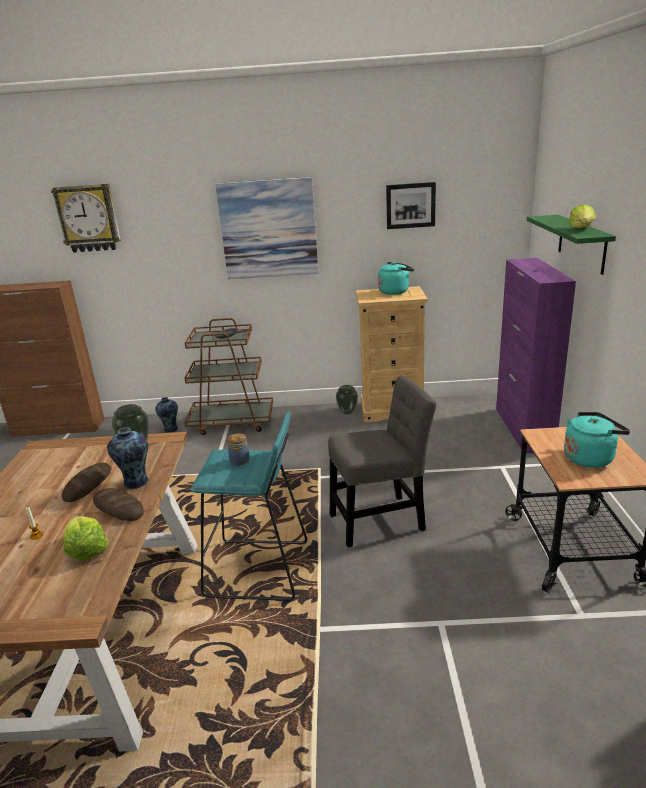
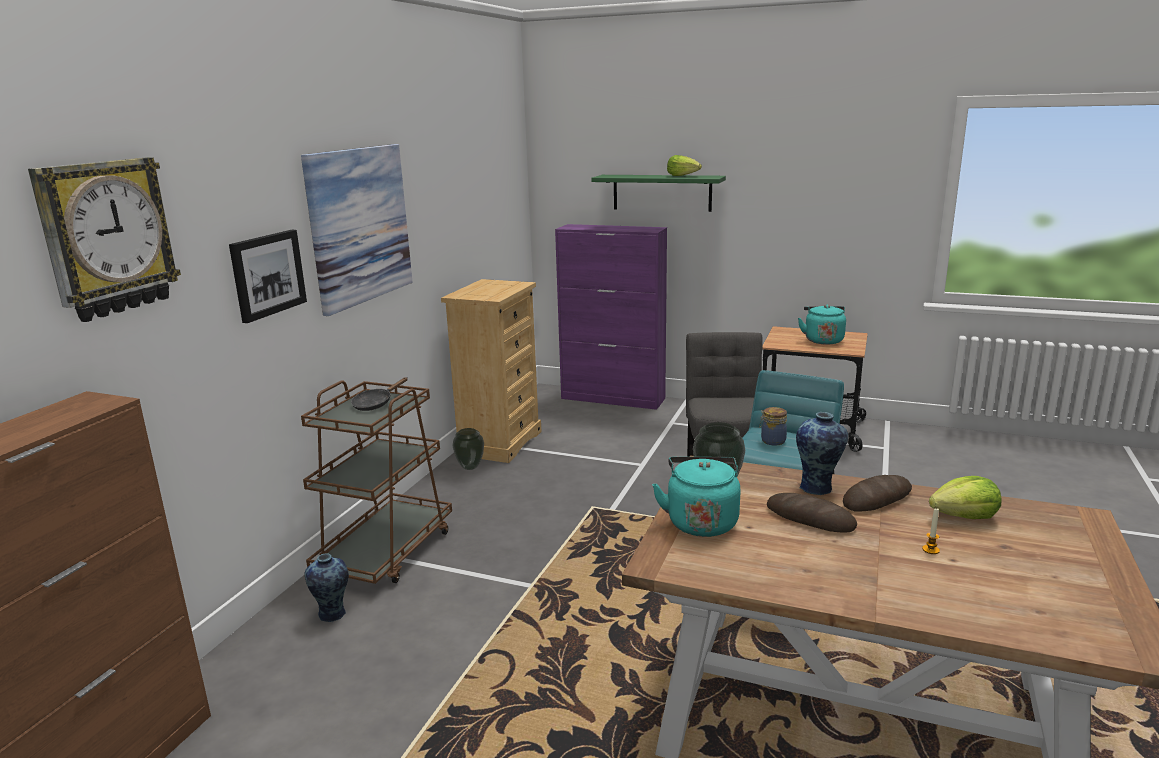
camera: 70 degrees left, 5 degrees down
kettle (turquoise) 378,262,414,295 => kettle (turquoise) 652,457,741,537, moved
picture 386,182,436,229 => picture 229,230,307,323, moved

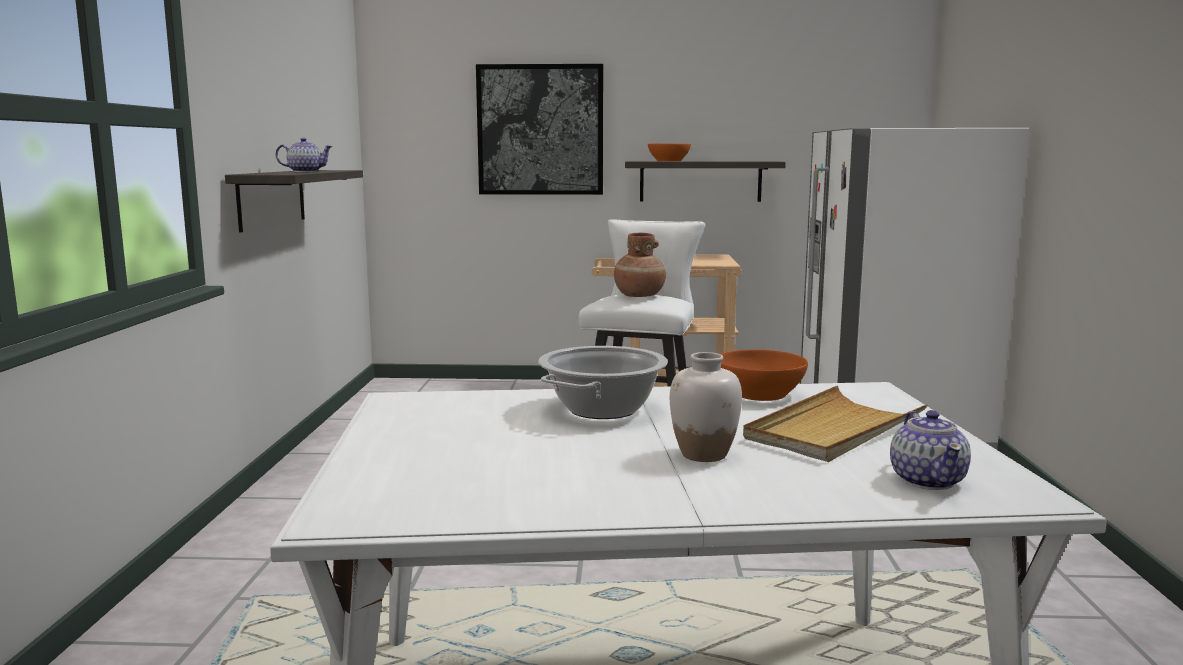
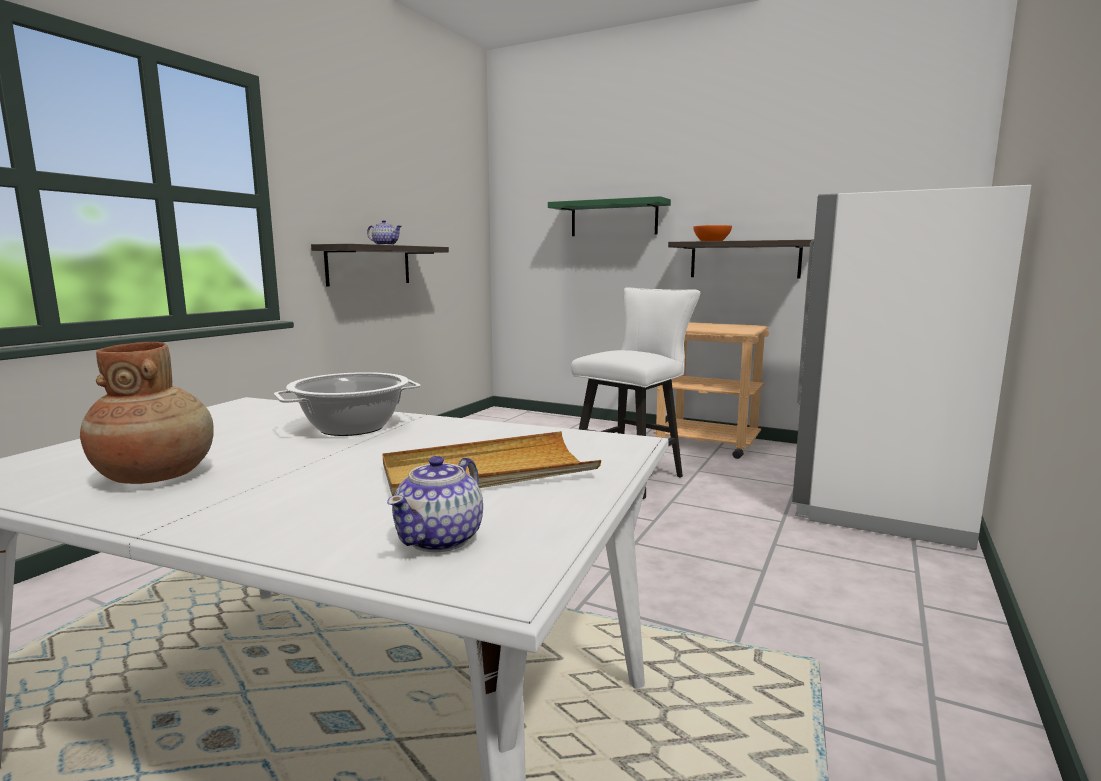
camera: 25 degrees right, 0 degrees up
picture 476,64,603,195 => shelf (green) 548,196,671,236
vase (brown) 614,233,666,297 => vase (brown) 80,342,214,484, moved
vase (white) 670,352,742,462 => nothing
bowl (orange) 721,349,808,401 => nothing

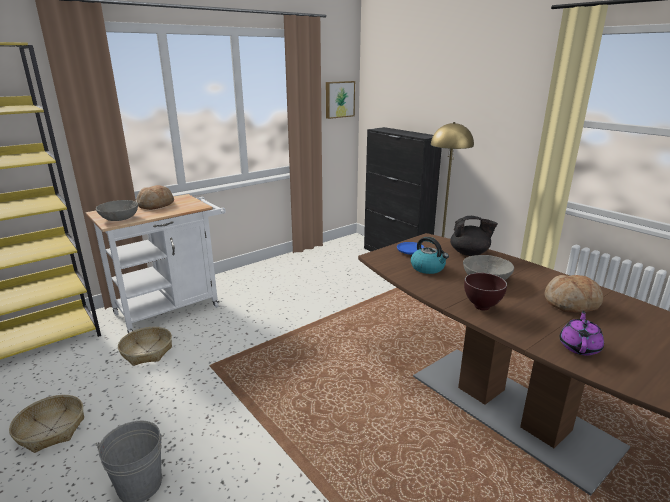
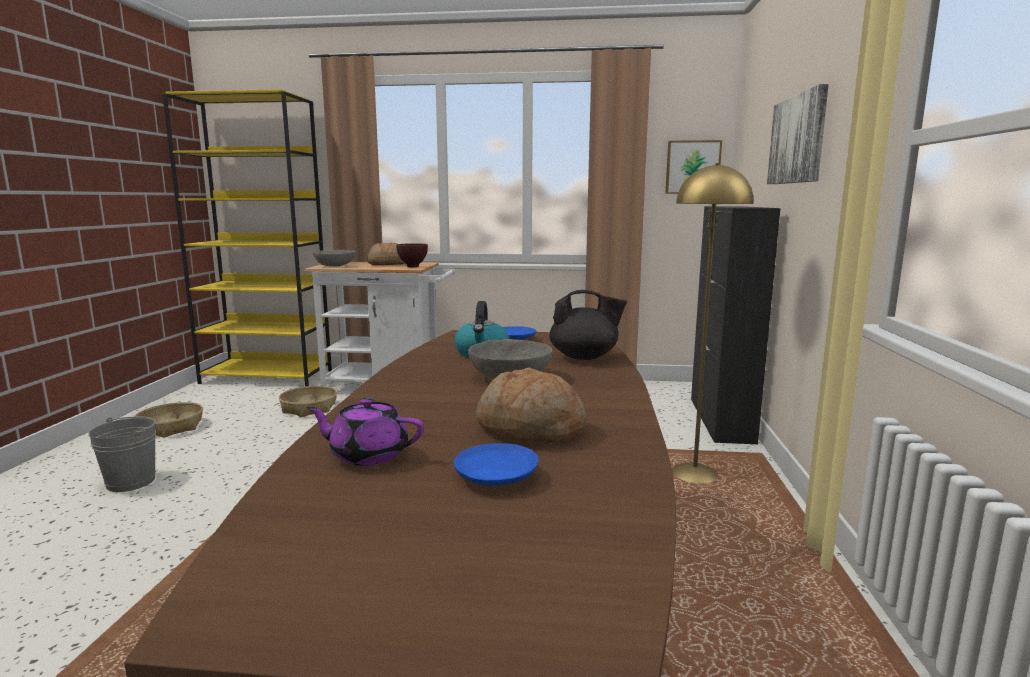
camera: 45 degrees right, 10 degrees down
teapot (black) 450,216,498,256 => teapot (black) 549,290,627,360, 45 degrees counterclockwise
bowl (brown) 464,273,507,310 => bowl (brown) 396,243,428,267, moved
teapot (purple) 560,311,604,355 => teapot (purple) 306,398,424,466, 150 degrees counterclockwise
nothing => plate (blue) 454,443,539,486
nothing => picture 767,84,829,184

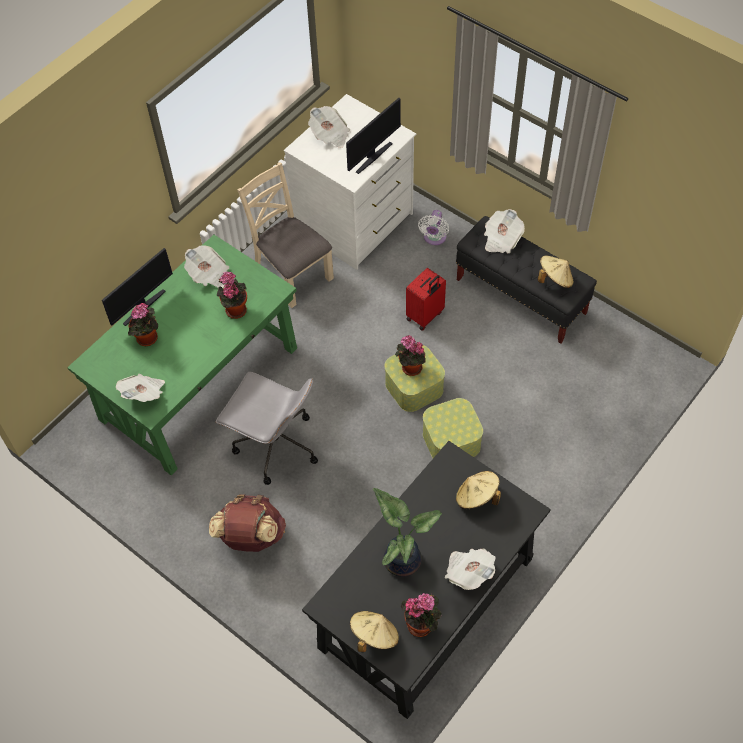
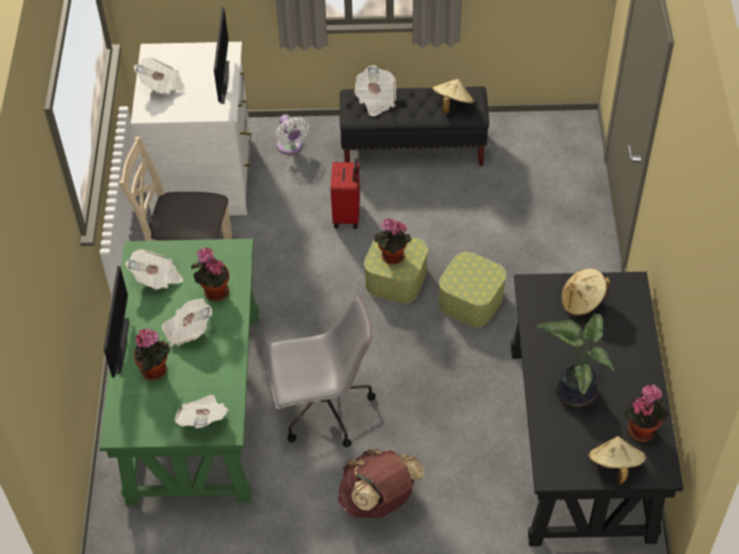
camera: 40 degrees left, 5 degrees down
newspaper 445,549,496,590 => newspaper 161,298,212,347, moved

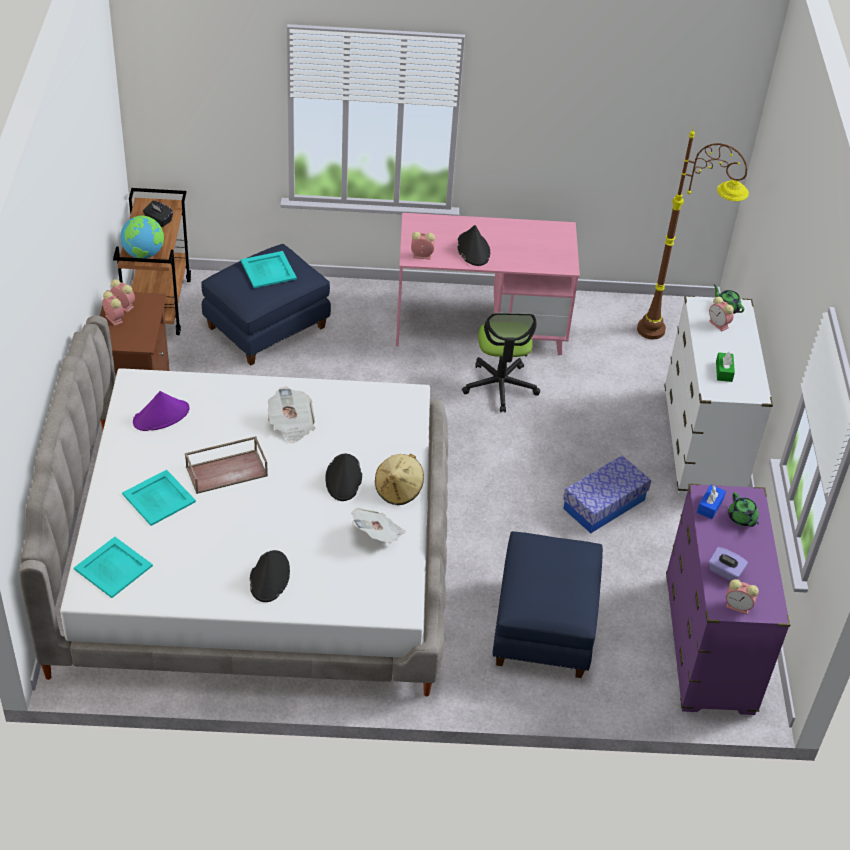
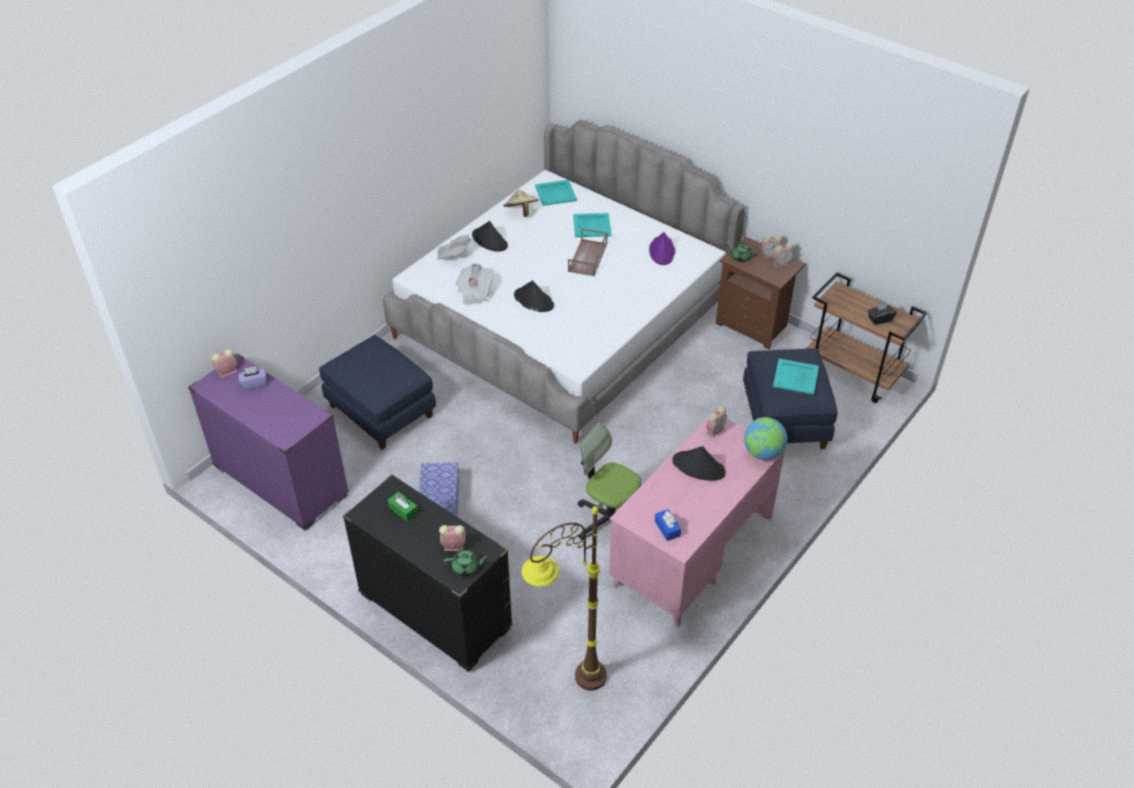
camera: 130 degrees right, 0 degrees up
globe 120,215,164,259 => globe 744,417,787,460, moved
newspaper 268,387,315,443 => newspaper 437,235,471,260, moved
hat (beige) 375,454,424,505 => hat (beige) 504,189,539,217, moved
dresser (white) 665,295,773,495 => dresser (black) 343,474,513,672
tissue box (blue) 697,485,726,519 => tissue box (blue) 655,509,681,541, moved
teapot (green) 728,492,759,527 => teapot (green) 725,243,758,262, moved

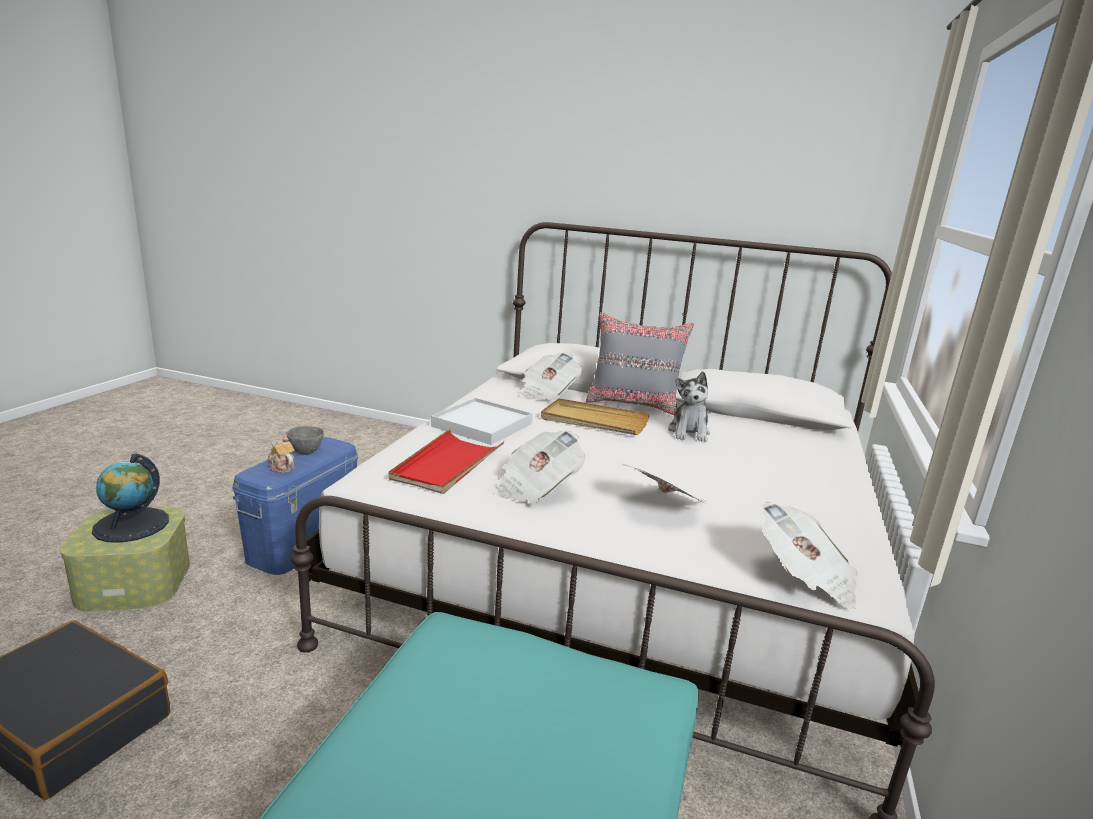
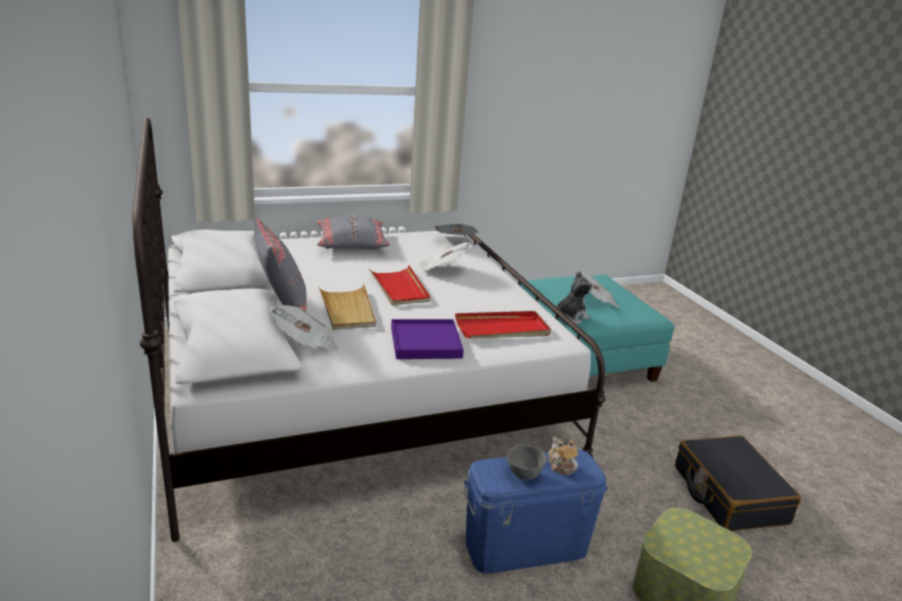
camera: 130 degrees left, 5 degrees up
globe 92,454,169,542 => nothing
teapot 268,436,295,473 => teapot 548,437,579,475, 150 degrees clockwise
tray (white) 431,398,533,445 => tray (purple) 391,319,464,359
newspaper 491,431,585,504 => newspaper 573,271,619,307, moved
plush toy 668,371,710,442 => plush toy 555,271,594,324, moved
nothing => pillow (grey) 316,216,390,249
nothing => tray (red) 369,265,431,305

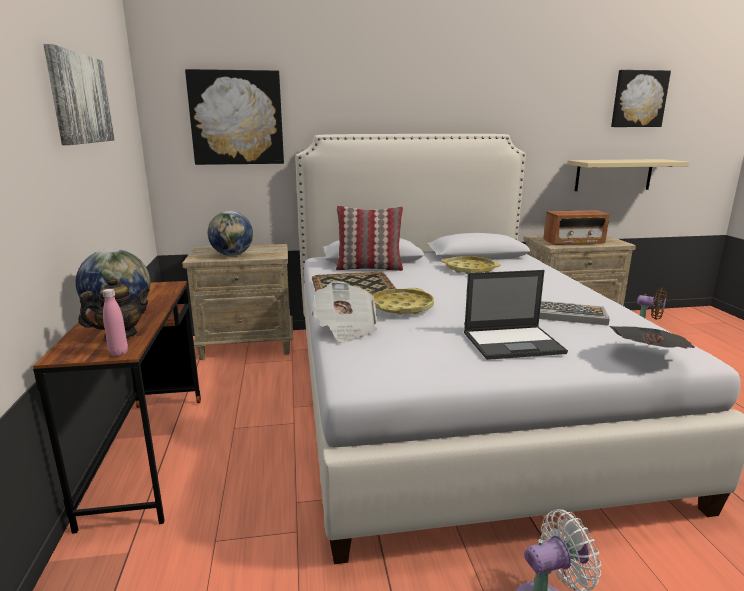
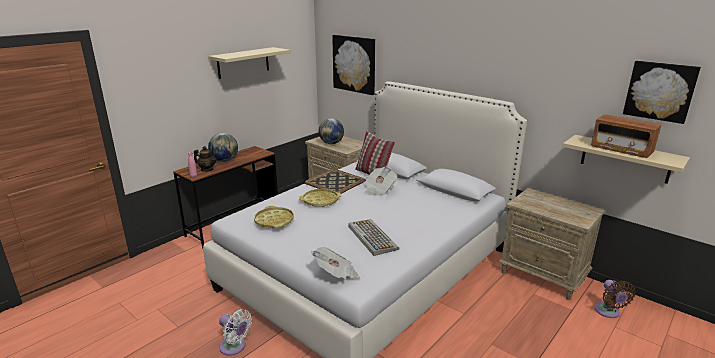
camera: 50 degrees right, 5 degrees up
picture 43,44,115,145 => shelf (beige) 208,47,291,79
newspaper 311,281,377,343 => newspaper 365,167,397,196, moved
tray (yellow) 441,256,500,274 => tray (yellow) 254,206,294,228, moved
laptop 464,270,568,360 => nothing
radio 543,210,610,245 => radio 591,114,662,158, moved

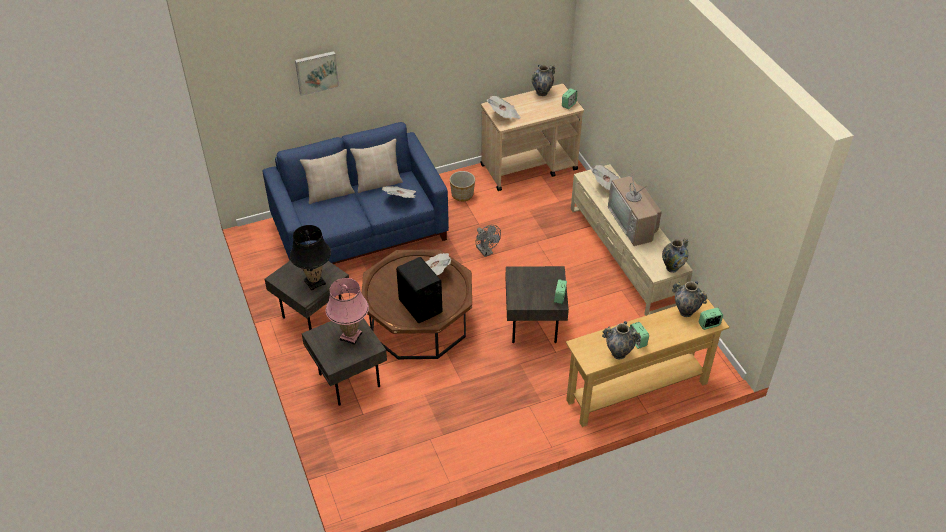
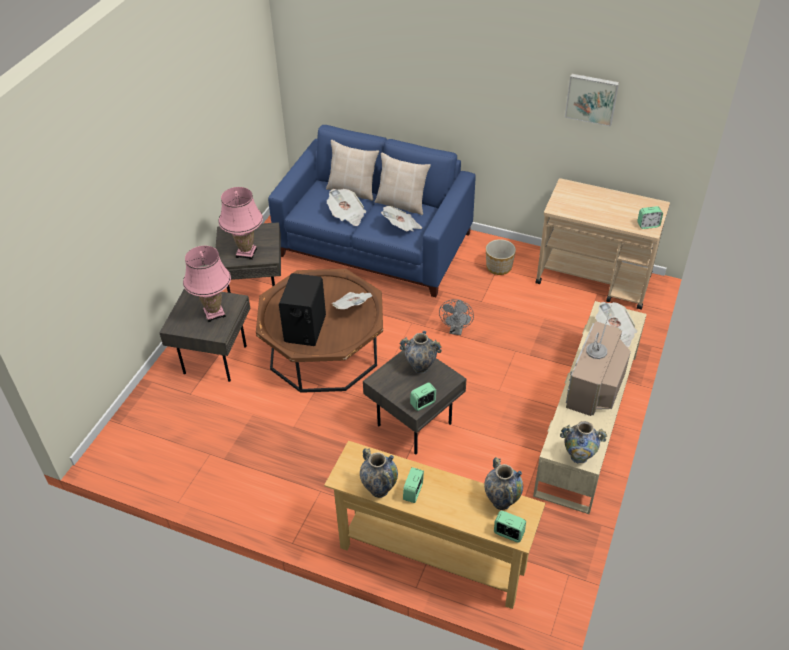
camera: 45 degrees right, 0 degrees up
table lamp (black) 290,225,331,291 => table lamp (pink) 218,187,263,260
picture 295,51,339,96 => picture 565,74,619,127, moved
newspaper 487,96,521,119 => newspaper 327,189,366,226, moved
vase 532,65,555,96 => vase 399,331,442,374, moved

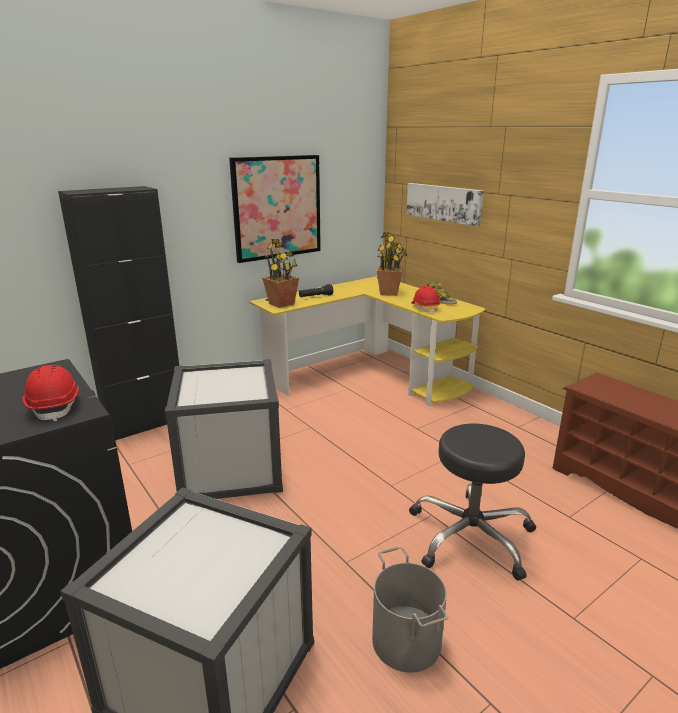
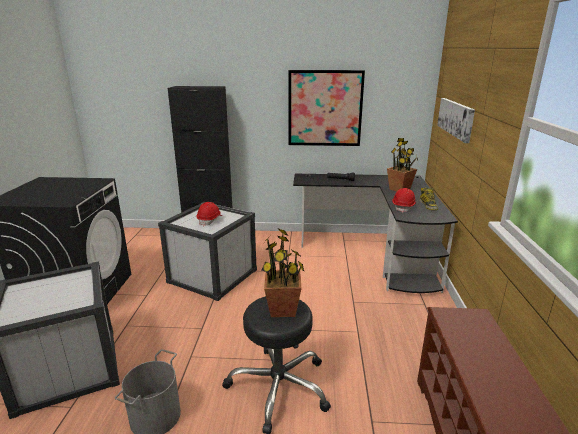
camera: 40 degrees right, 0 degrees up
hard hat (red) 22,365,79,421 => hard hat (red) 197,202,222,226, moved
desk (yellow) 249,276,486,406 => desk (black) 293,174,458,293
potted plant 262,239,299,308 => potted plant 261,228,305,317, moved

